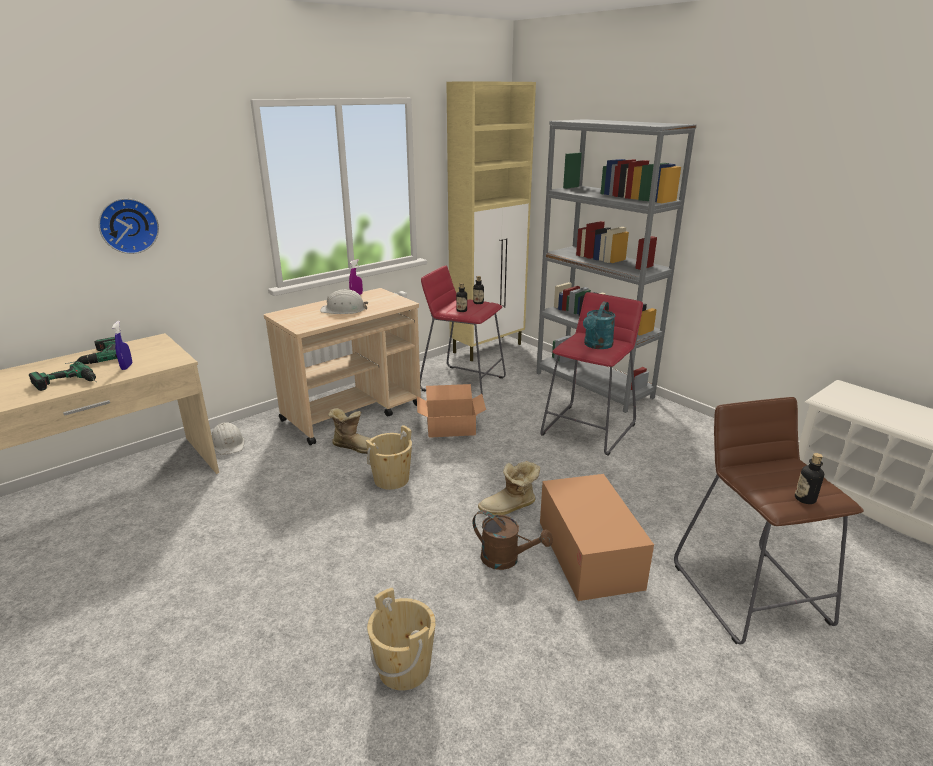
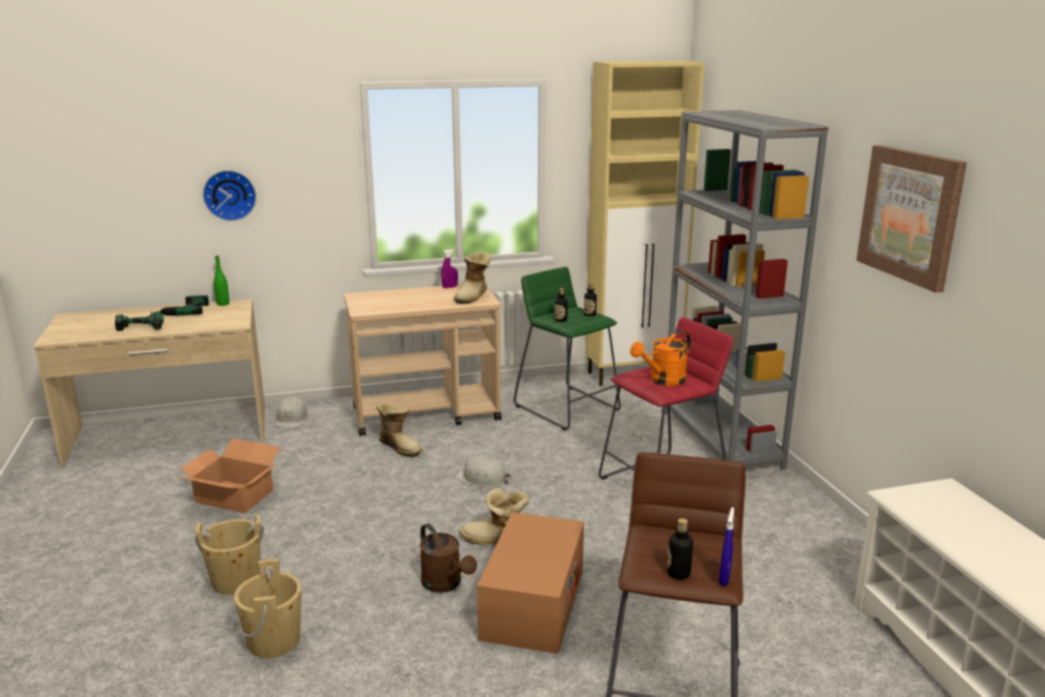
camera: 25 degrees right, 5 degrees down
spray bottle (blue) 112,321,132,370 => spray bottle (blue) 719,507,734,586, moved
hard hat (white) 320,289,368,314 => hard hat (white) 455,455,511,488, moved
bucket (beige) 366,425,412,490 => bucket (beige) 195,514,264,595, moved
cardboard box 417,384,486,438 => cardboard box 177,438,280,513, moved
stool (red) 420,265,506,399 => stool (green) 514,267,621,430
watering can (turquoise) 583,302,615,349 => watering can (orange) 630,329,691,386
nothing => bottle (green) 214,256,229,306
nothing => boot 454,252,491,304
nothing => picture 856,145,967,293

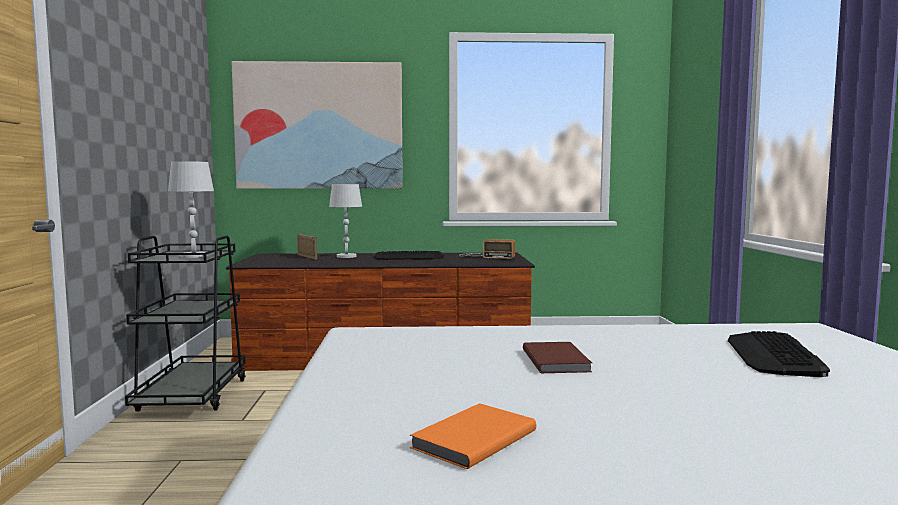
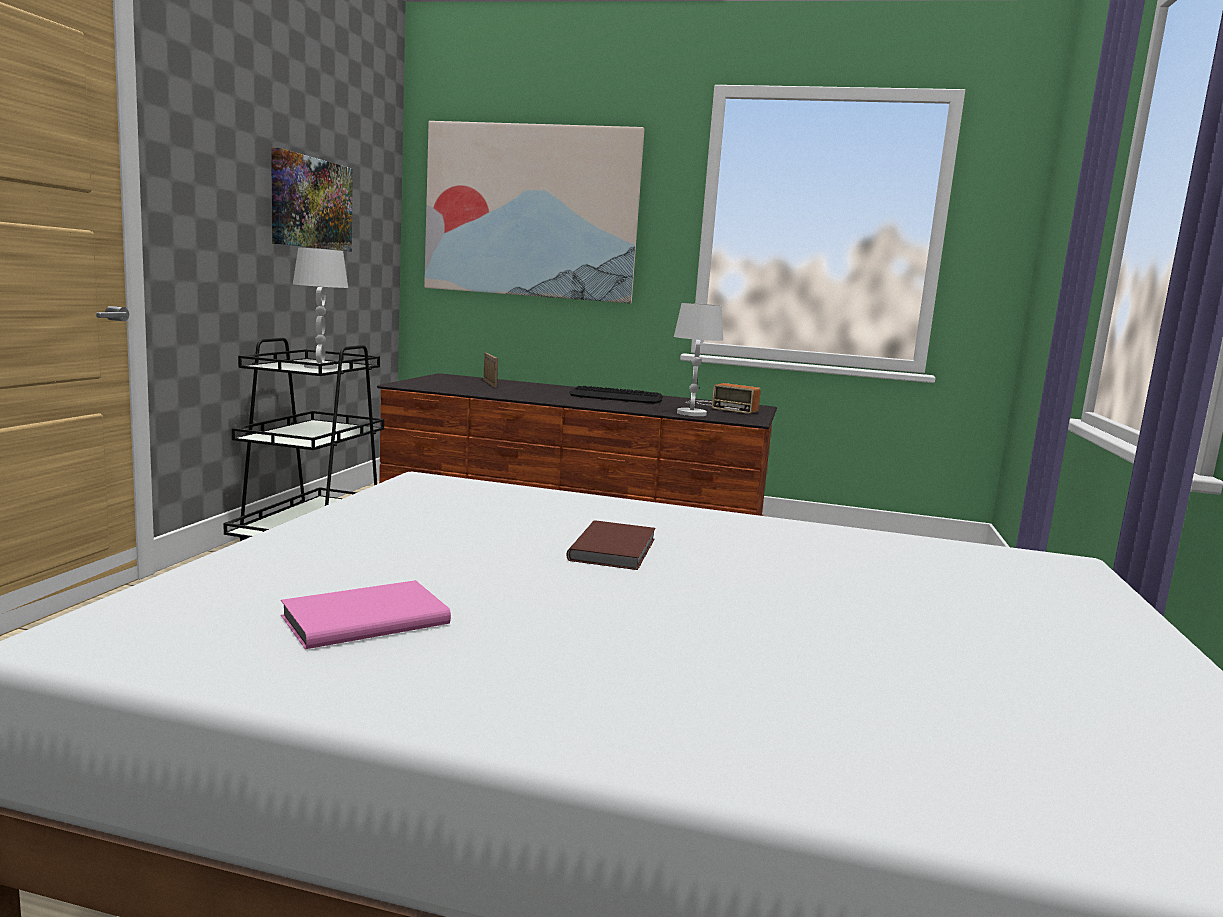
camera: 15 degrees right, 5 degrees up
table lamp (white) 329,184,362,258 => table lamp (white) 674,303,723,416, moved
book (orange) 410,403,536,469 => book (pink) 281,580,451,649
keyboard 728,331,830,377 => nothing
nothing => picture 271,147,353,252

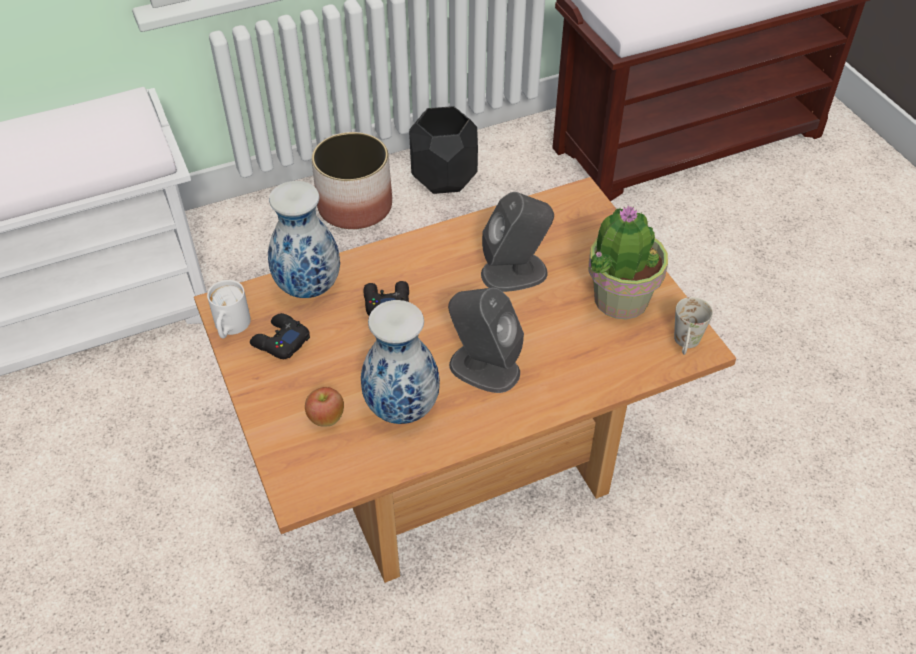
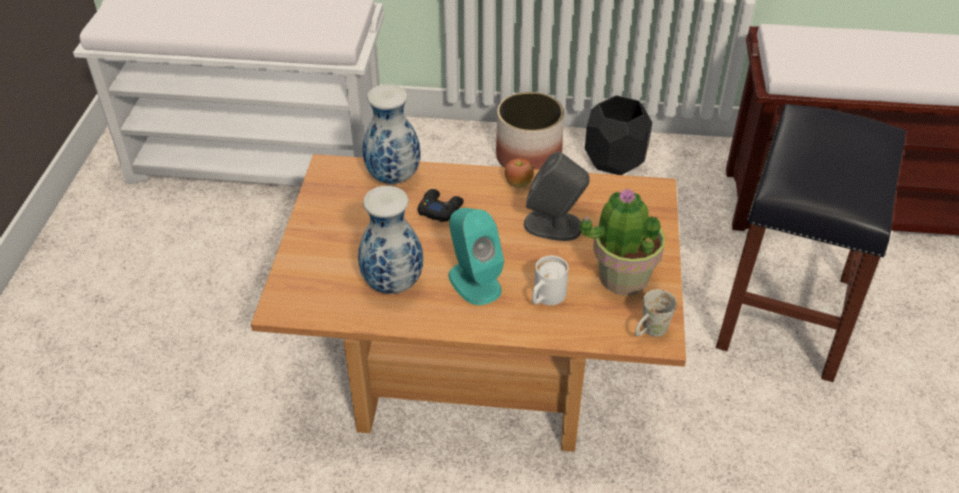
camera: 30 degrees right, 5 degrees down
mug (white) 207,280,251,339 => mug (white) 532,256,569,305, moved
game controller (black) 250,313,310,359 => nothing
apple 305,387,344,427 => apple 505,158,534,188, moved
speaker (grey) 448,288,524,393 => speaker (turquoise) 449,208,504,305
nothing => stool (black) 716,104,906,382

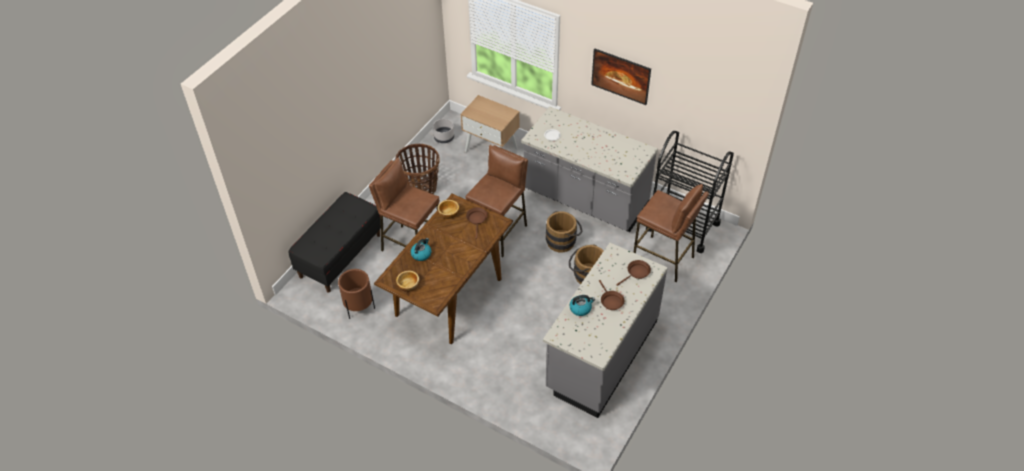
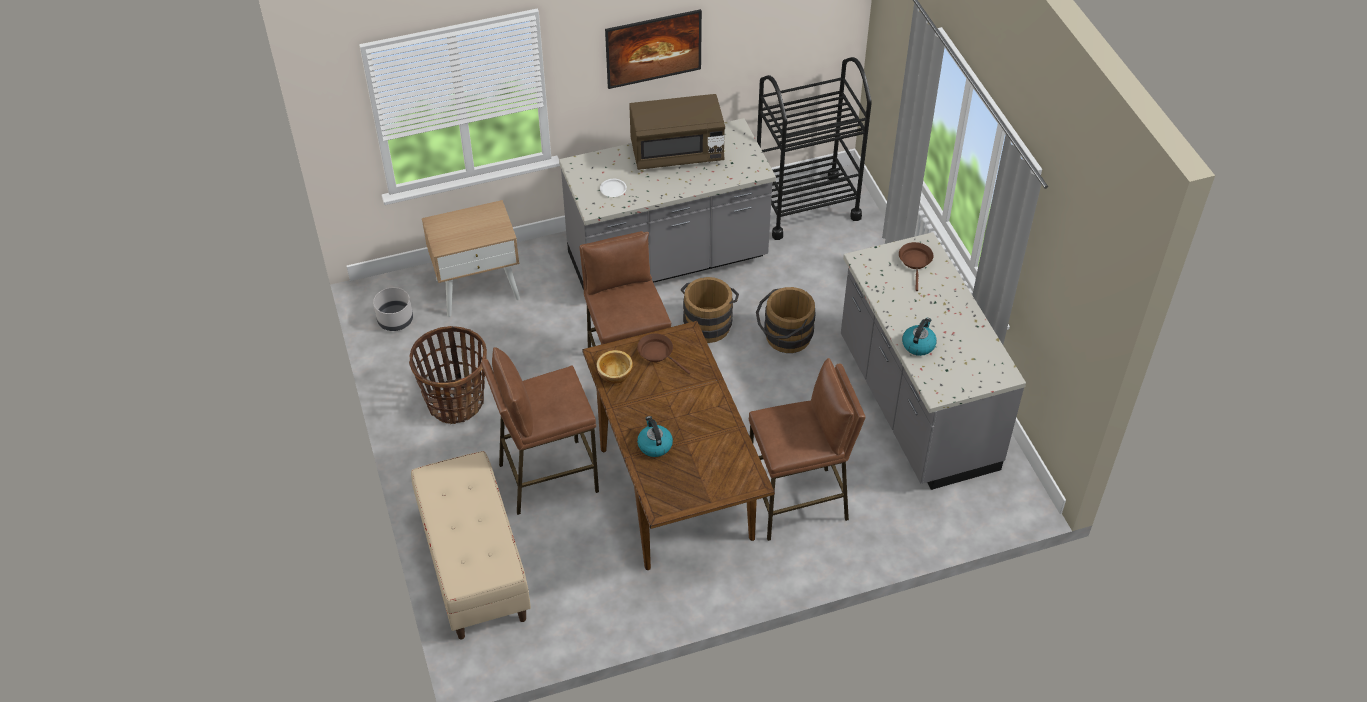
camera: 50 degrees left, 0 degrees up
bench (black) 289,192,381,293 => bench (beige) 411,451,531,639
planter (brown) 338,269,375,319 => nothing
bowl 396,271,419,292 => nothing
frying pan (brown) 599,280,624,310 => nothing
stool (brown) 633,184,709,282 => stool (brown) 749,358,866,541, moved
nothing => microwave (brown) 629,94,725,170

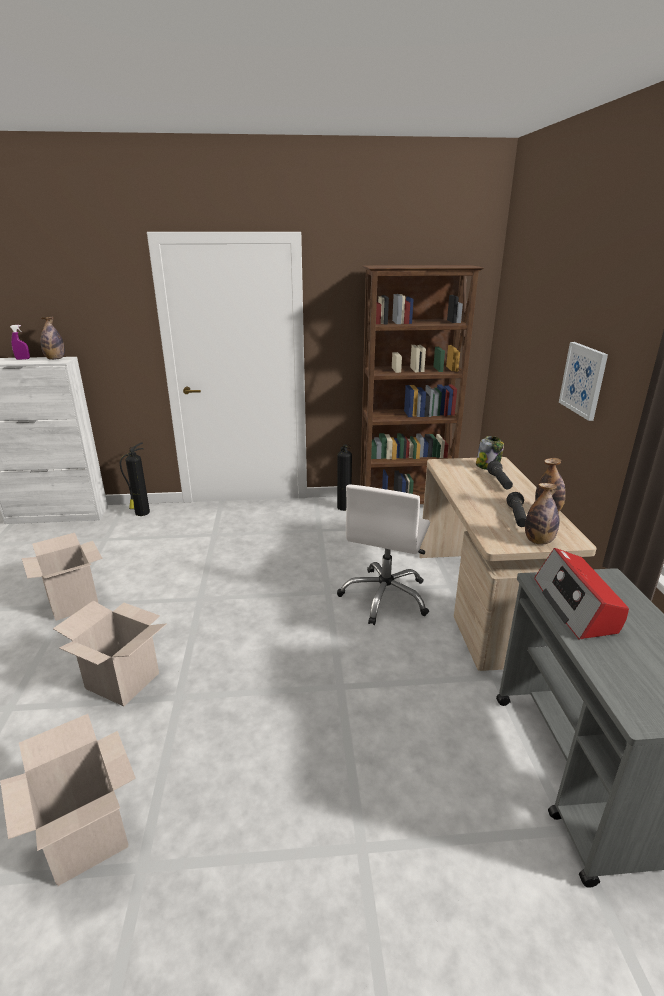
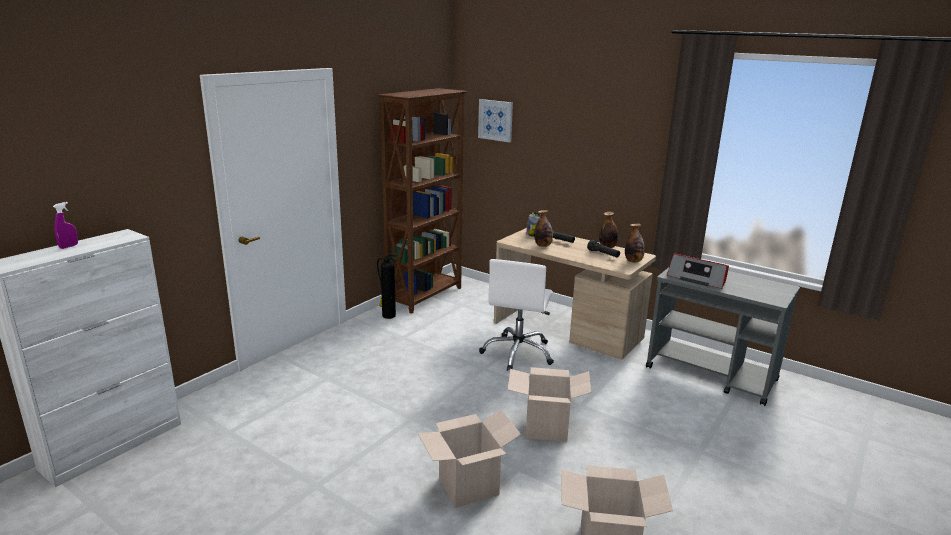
camera: 50 degrees left, 5 degrees down
cardboard box 22,533,103,621 => cardboard box 508,367,591,442, moved
bottle 40,317,65,360 => bottle 534,210,553,247, moved
fire extinguisher 120,442,150,516 => nothing
office chair (white) 337,484,430,625 => office chair (white) 479,259,554,371, 45 degrees clockwise
picture 559,342,608,421 => picture 478,99,513,142, moved

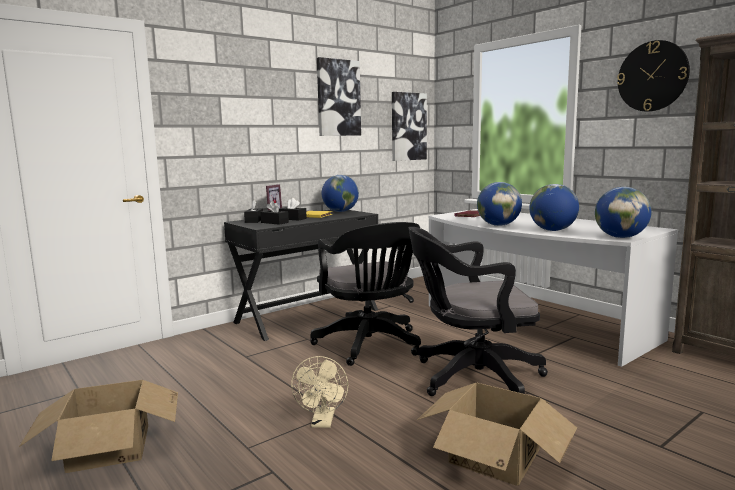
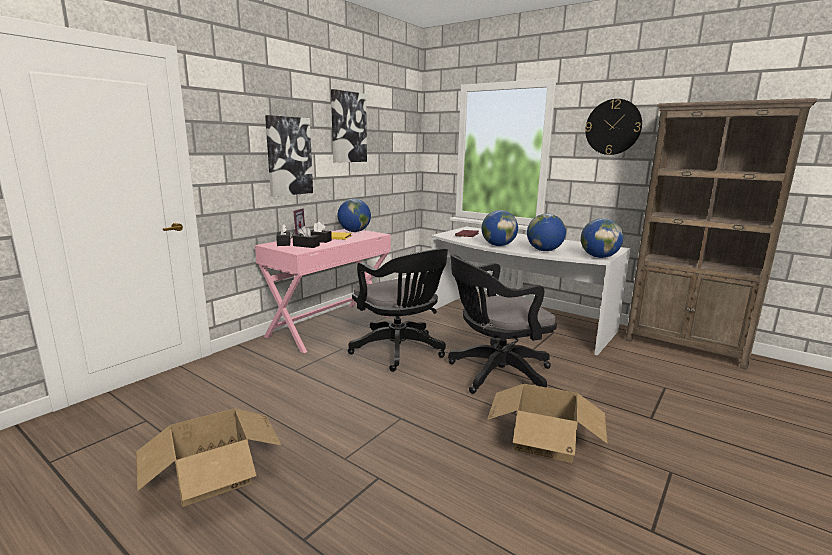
camera: 15 degrees left, 5 degrees up
desk (black) 224,210,378,341 => desk (pink) 255,229,391,353
fan (beige) 291,356,348,428 => nothing
picture 392,92,427,161 => picture 265,115,313,197, moved

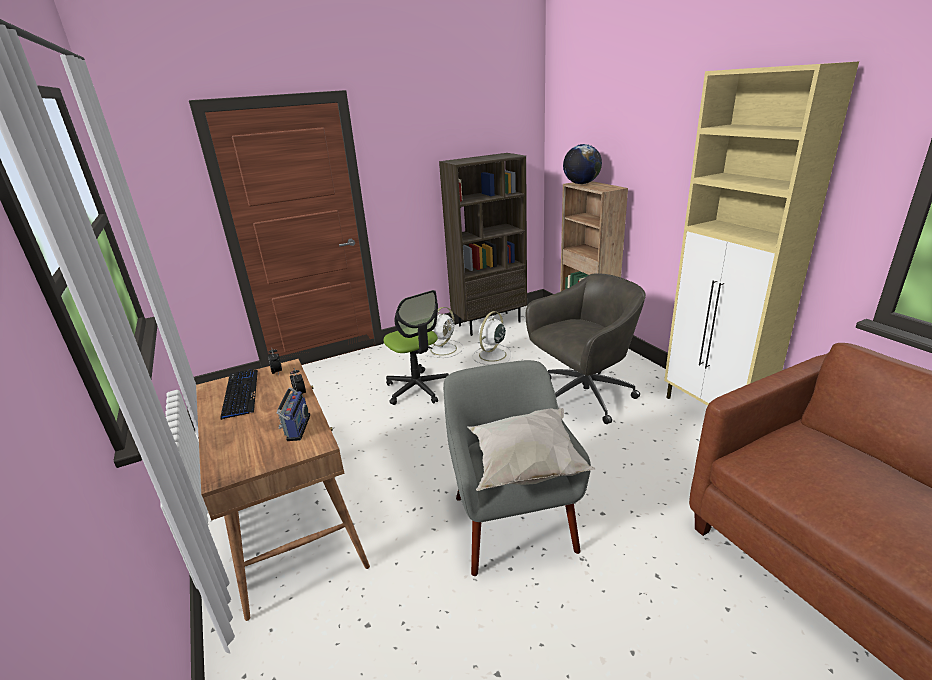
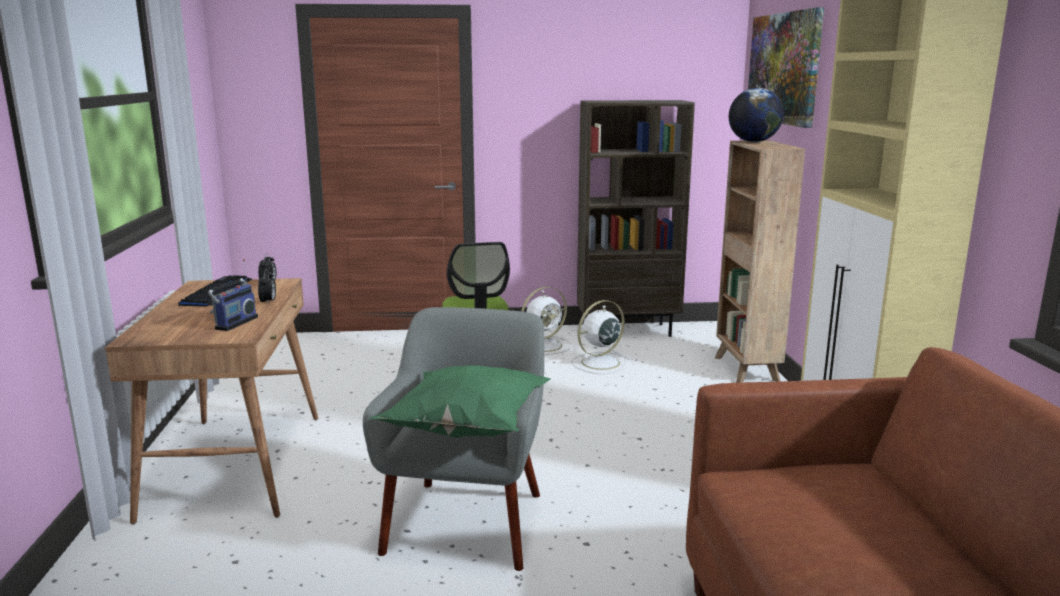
camera: 20 degrees right, 10 degrees down
pillow (white) 467,408,595,491 => pillow (green) 369,365,551,438
office chair (grey) 526,273,646,424 => nothing
nothing => picture 748,7,824,128

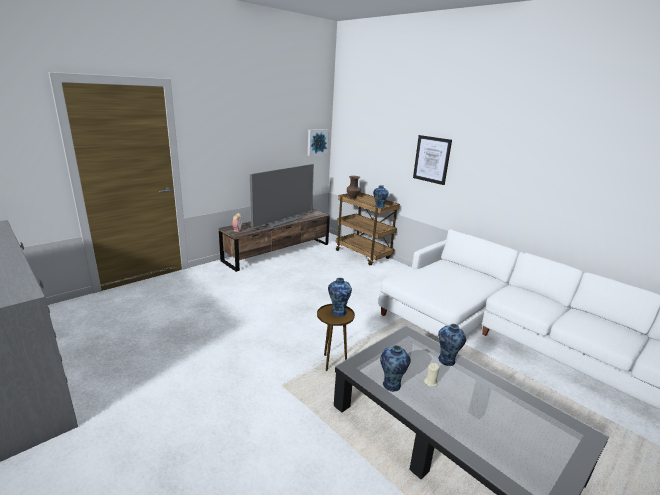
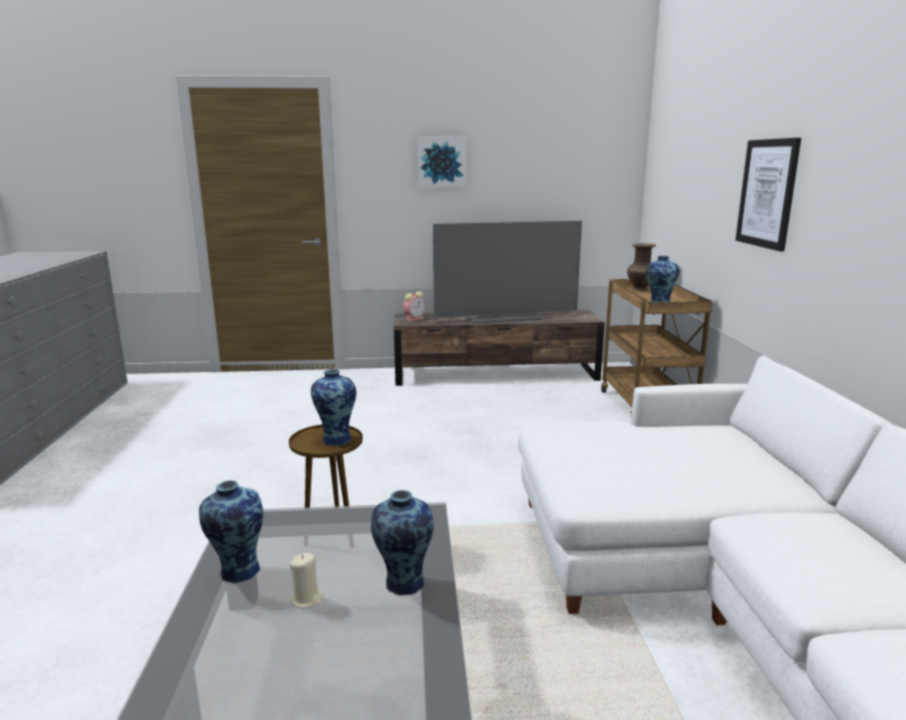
camera: 40 degrees right, 5 degrees down
picture 308,129,329,156 => picture 418,137,467,188, moved

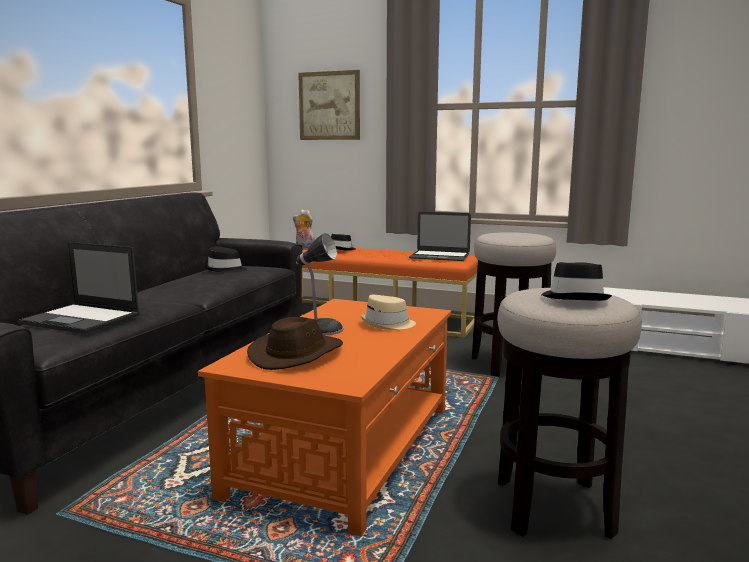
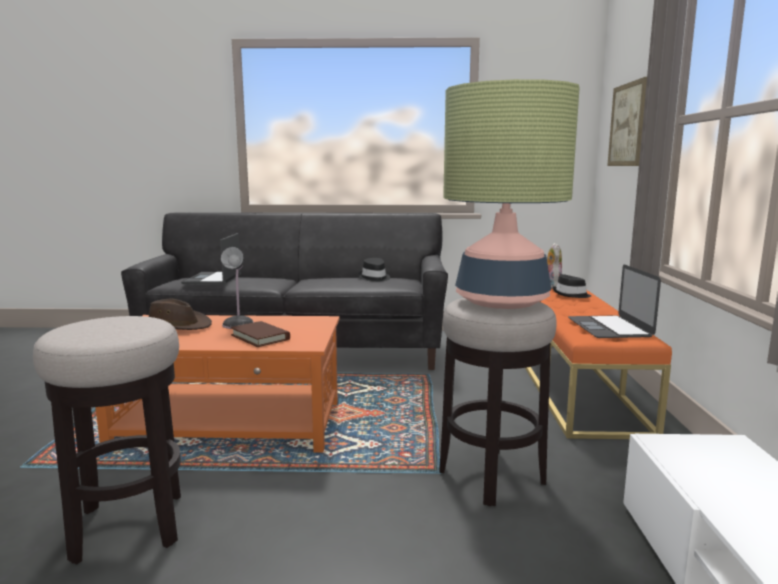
camera: 70 degrees right, 0 degrees up
hat (beige) 360,295,416,329 => book (brown) 230,321,290,347
hat (black) 541,262,612,301 => nothing
nothing => table lamp 443,79,580,309

